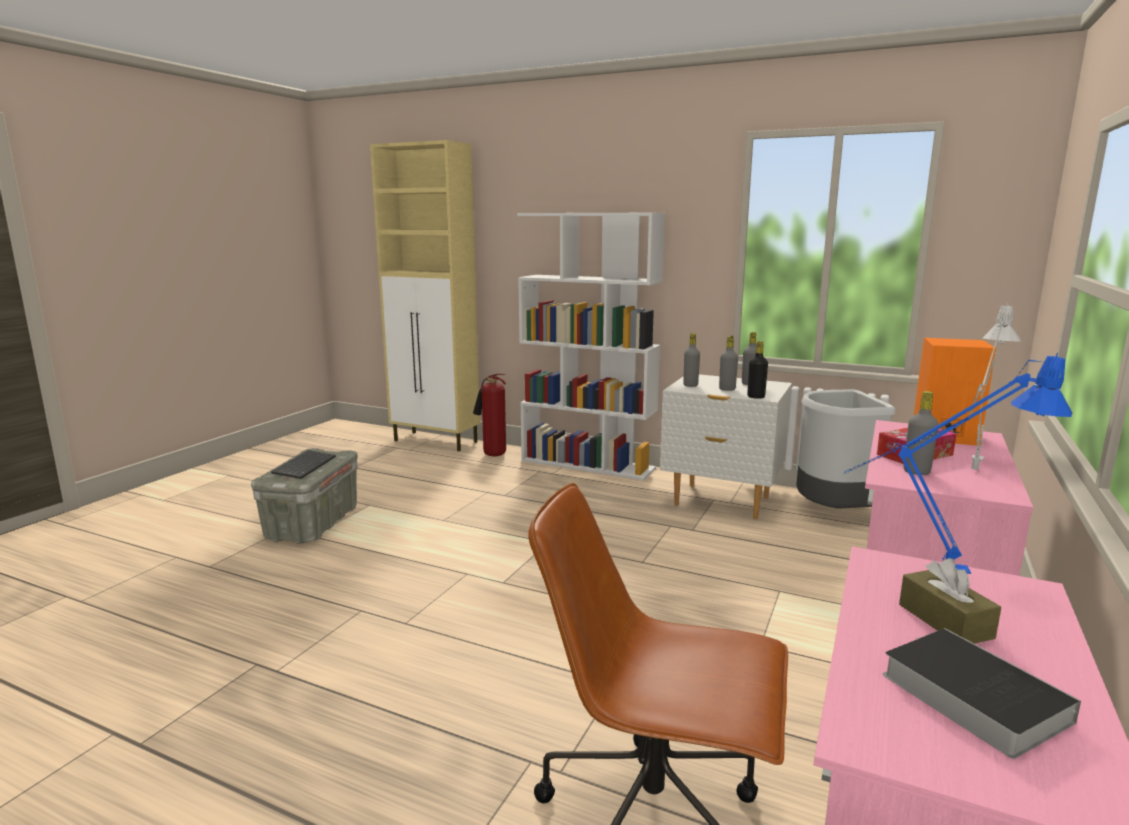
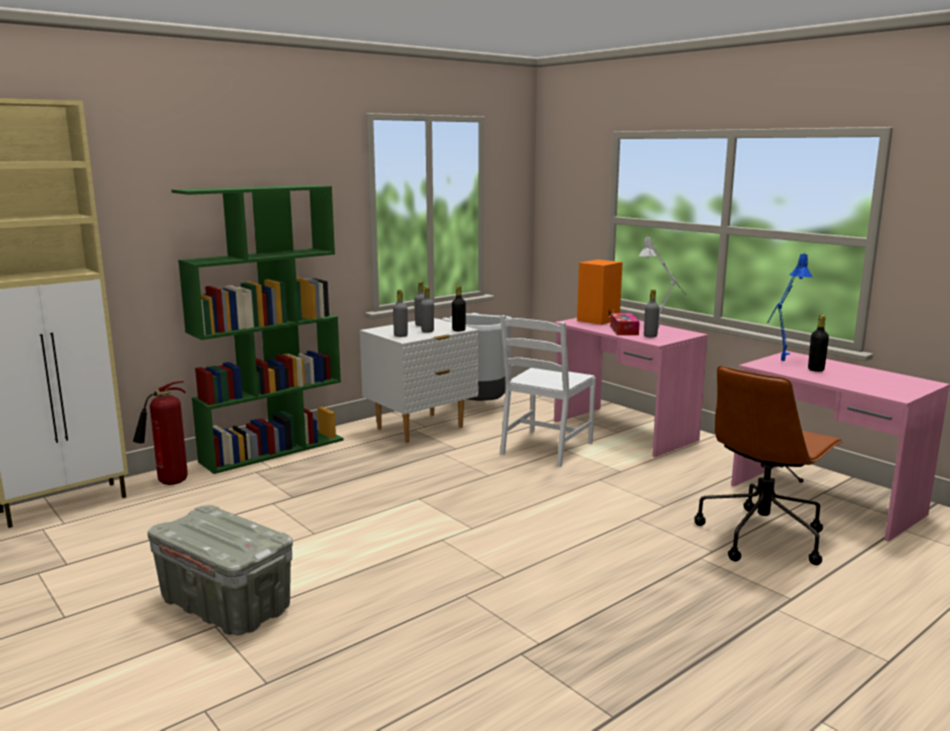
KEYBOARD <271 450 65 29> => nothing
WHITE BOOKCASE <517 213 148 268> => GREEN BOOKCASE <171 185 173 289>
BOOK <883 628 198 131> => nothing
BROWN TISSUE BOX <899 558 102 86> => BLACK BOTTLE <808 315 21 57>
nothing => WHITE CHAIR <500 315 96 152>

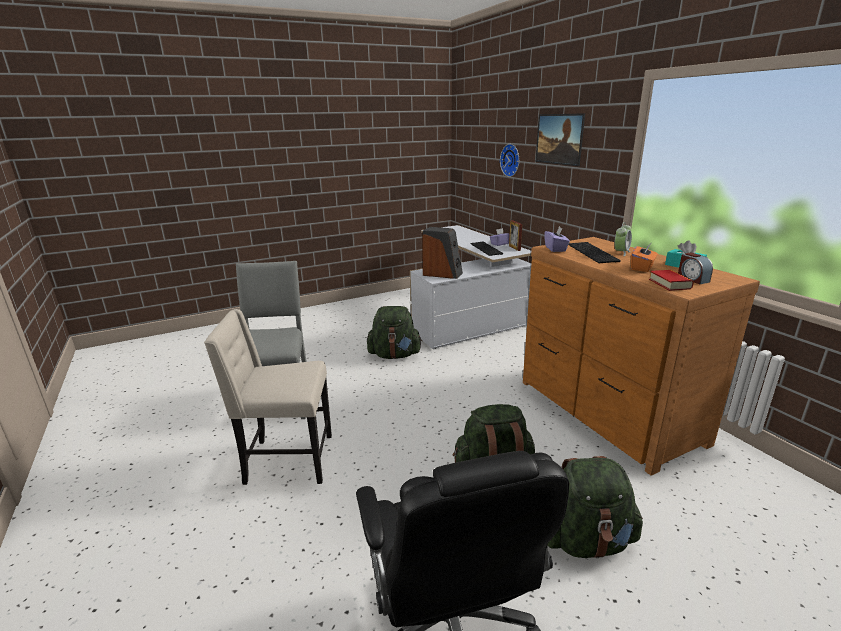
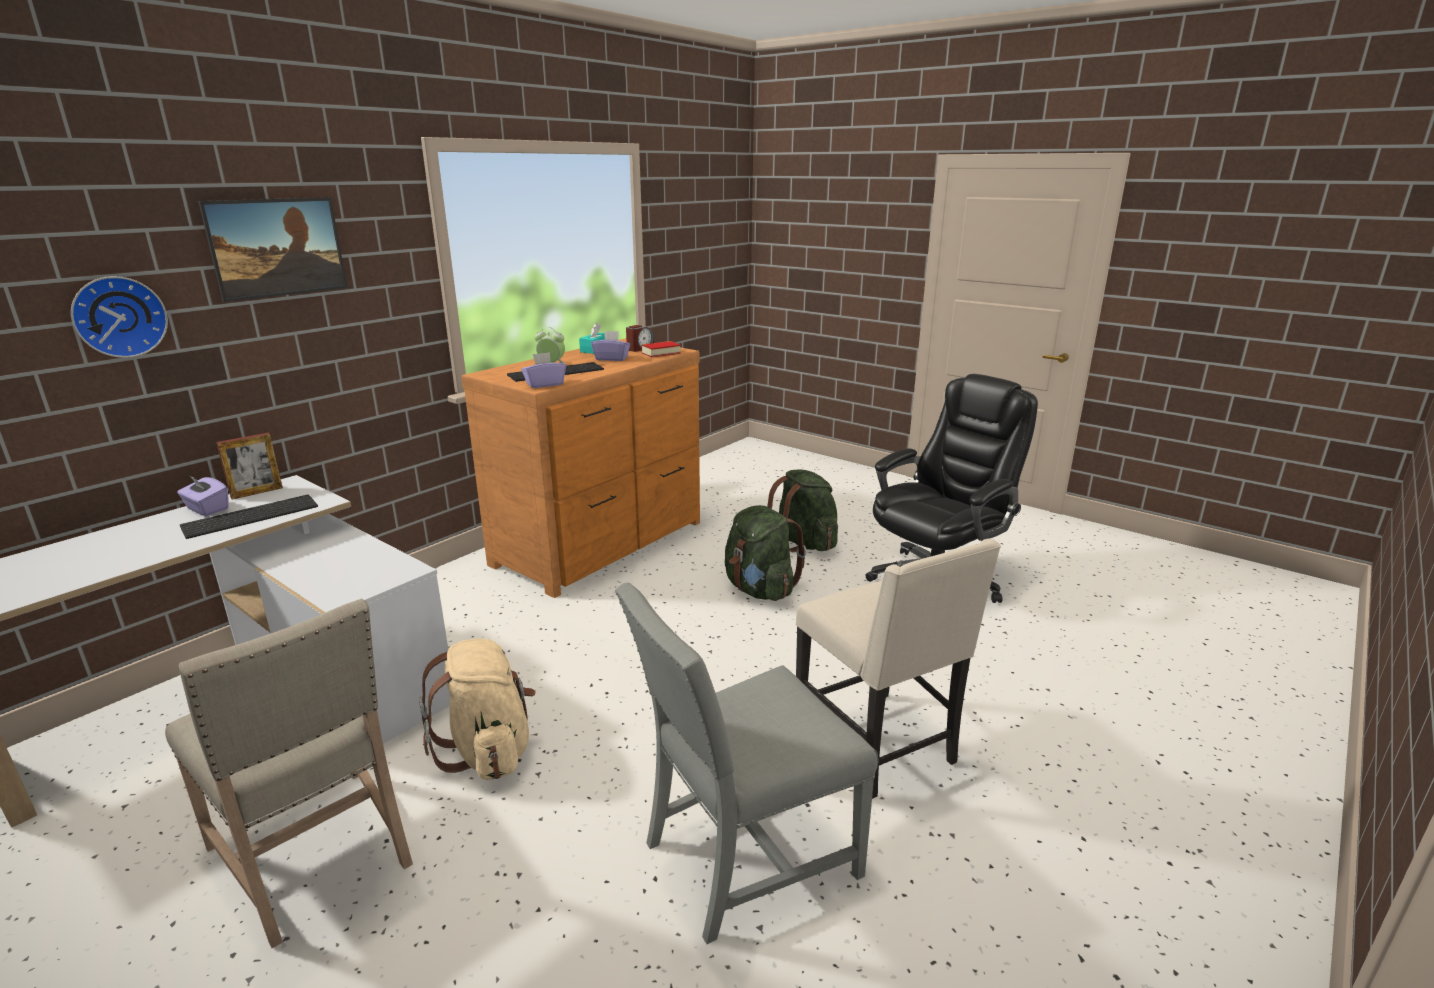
GREEN BACKPACK <367 306 55 53> => BEIGE BACKPACK <419 639 116 141>
SPEAKER <422 227 41 52> => nothing
ORANGE TISSUE BOX <631 243 27 29> => PURPLE TISSUE BOX <591 331 39 30>
nothing => BEIGE CHAIR <165 599 248 349>

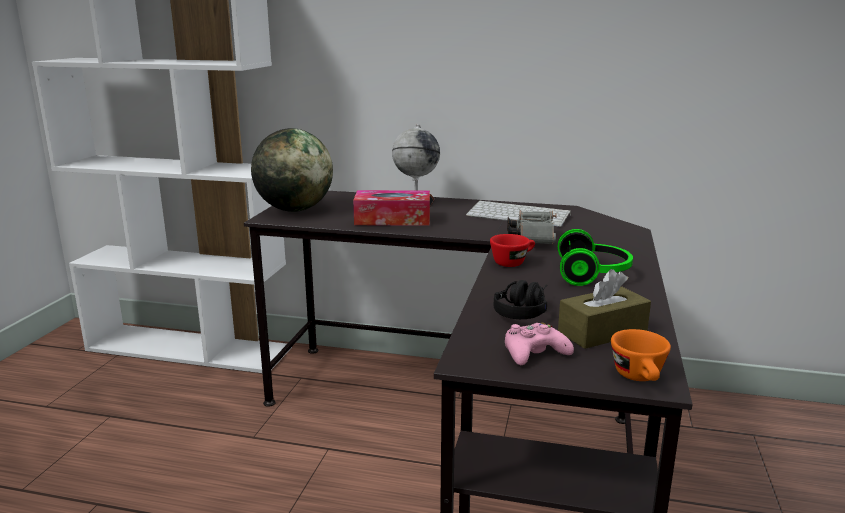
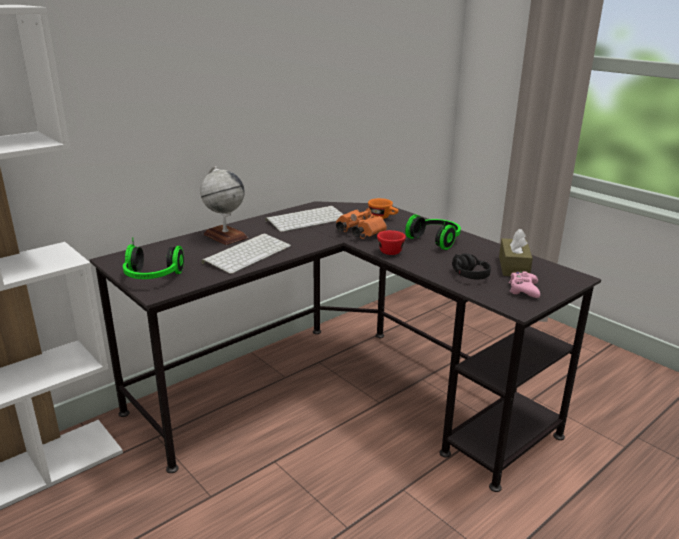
GLOBE <251 128 82 84> => HEADPHONES <123 238 61 41>
TISSUE BOX <353 190 77 36> => KEYBOARD <201 234 90 40>
GREY BINOCULARS <507 210 49 34> => ORANGE BINOCULARS <336 208 51 31>
ORANGE CUP <611 329 60 52> => ORANGE CUP <368 198 30 21>, relocated

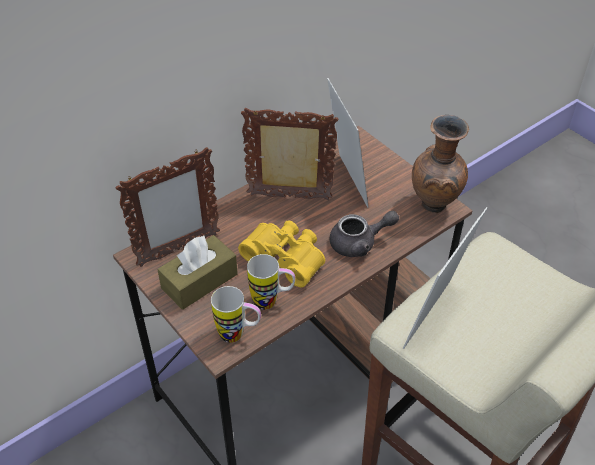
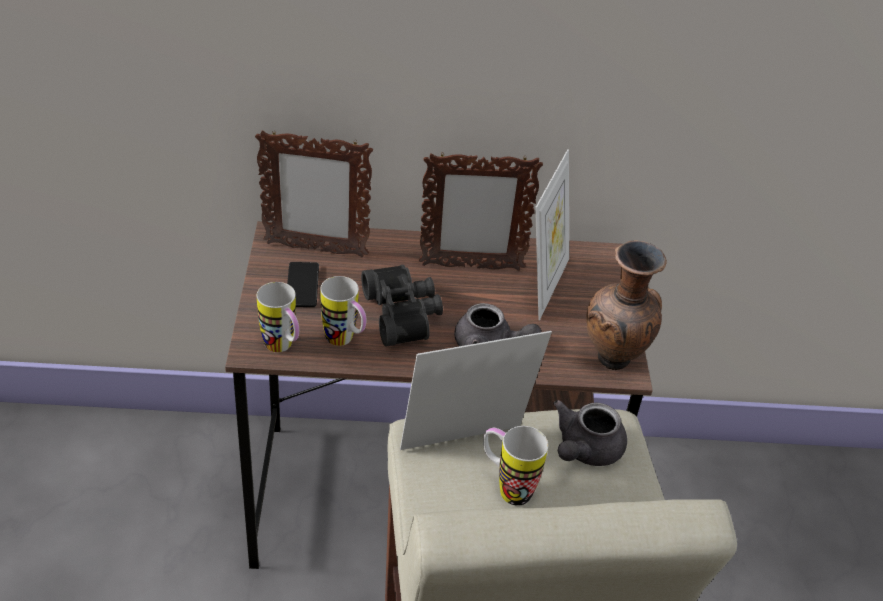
BROWN TISSUE BOX <157 235 81 75> => PHONE <287 262 32 45>
YELLOW BINOCULARS <238 220 87 67> => BLACK BINOCULARS <361 265 82 81>
PICTURE FRAME <241 108 97 92> => PICTURE FRAME <419 153 124 118>, 135 degrees clockwise
nothing => MUG <483 426 65 80>
nothing => GREY TEAPOT <553 400 74 66>

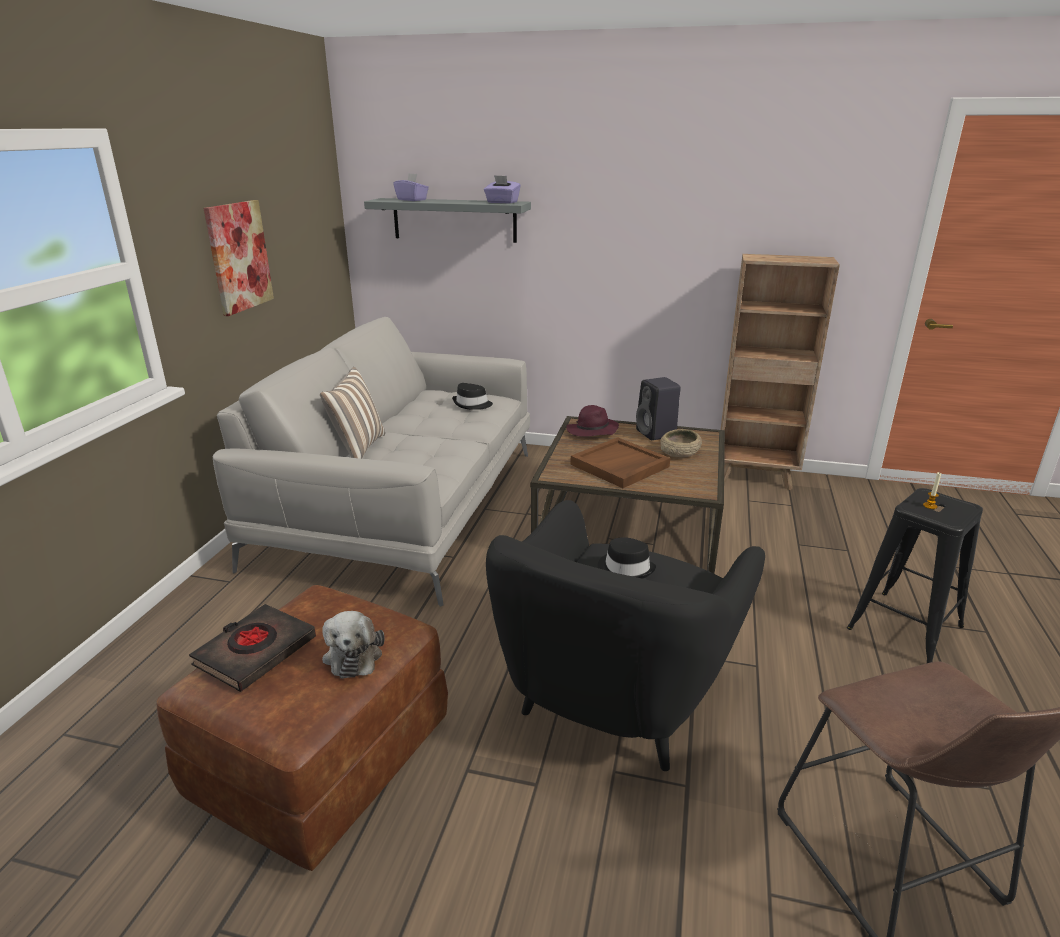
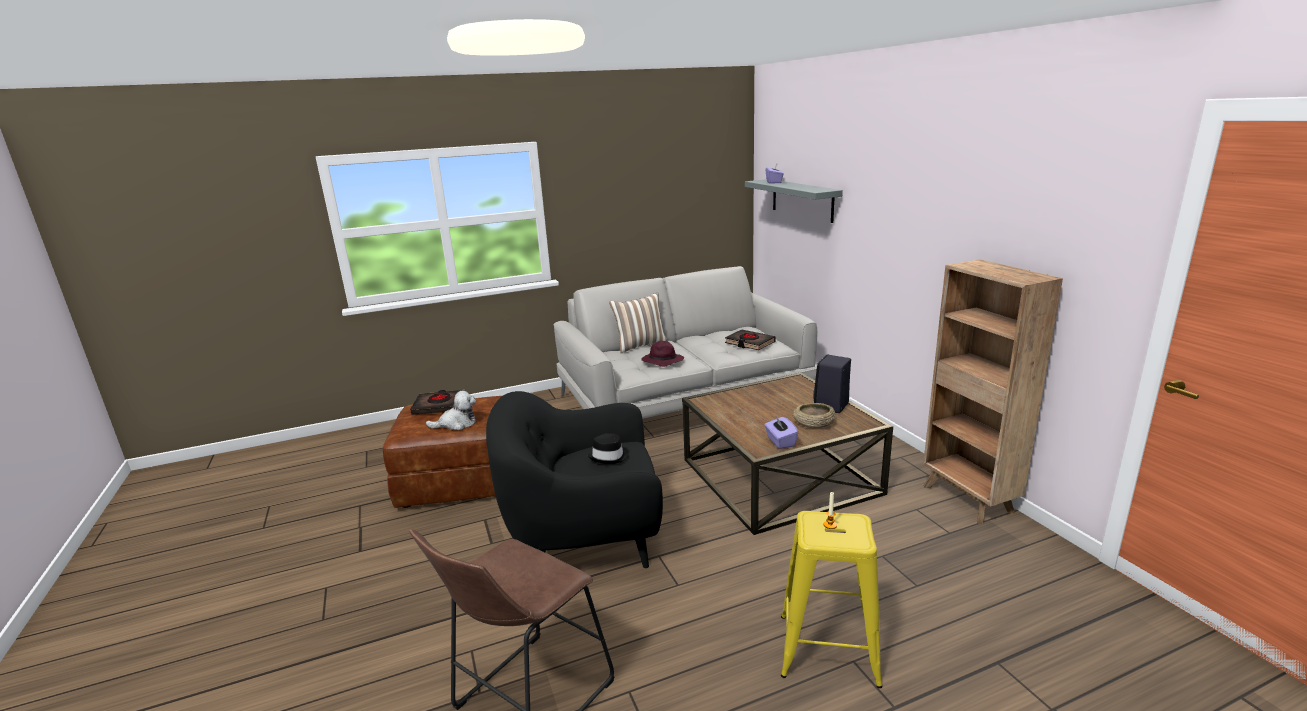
PICTURE <203 200 71 116> => nothing
PLUSH TOY <322 611 63 68> => PLUSH TOY <426 390 50 40>, 150 degrees counterclockwise
BLACK HAT <452 383 41 27> => BLACK BOOK <725 330 51 20>
PURPLE TISSUE BOX <484 175 37 29> => PURPLE TISSUE BOX <764 415 34 34>, relocated
PURPLE HAT <566 405 53 32> => PURPLE HAT <641 341 43 26>, relocated
BROWN TRAY <570 437 100 51> => nothing
BLACK STOOL <847 488 136 175> => YELLOW STOOL <781 511 101 177>

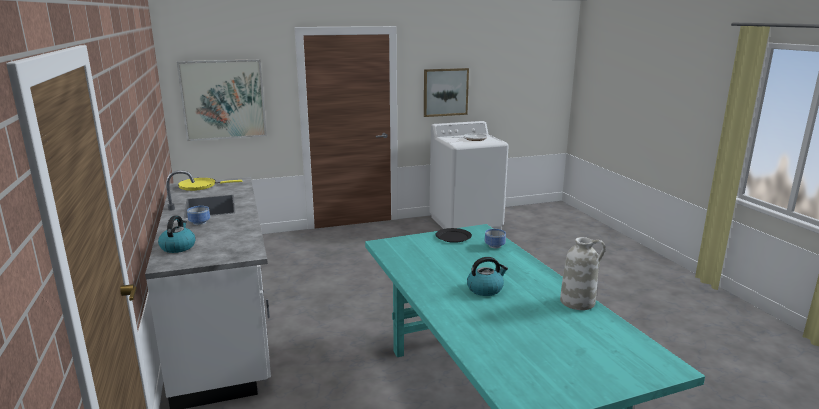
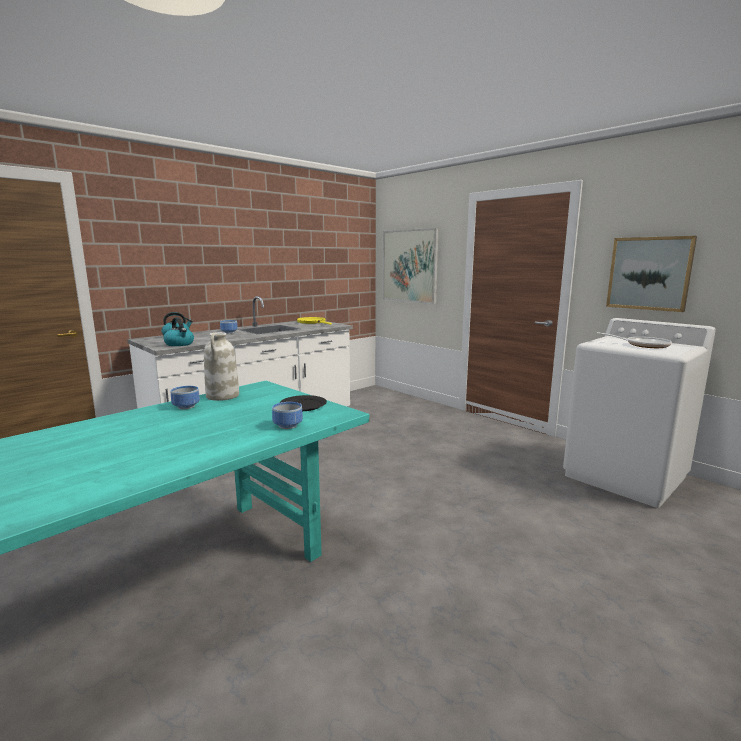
KETTLE <467 257 41 39> => KETTLE <163 317 31 29>, relocated
WHITE VASE <560 237 45 73> => WHITE VASE <204 332 35 69>, relocated
nothing => BOWL <171 386 29 23>

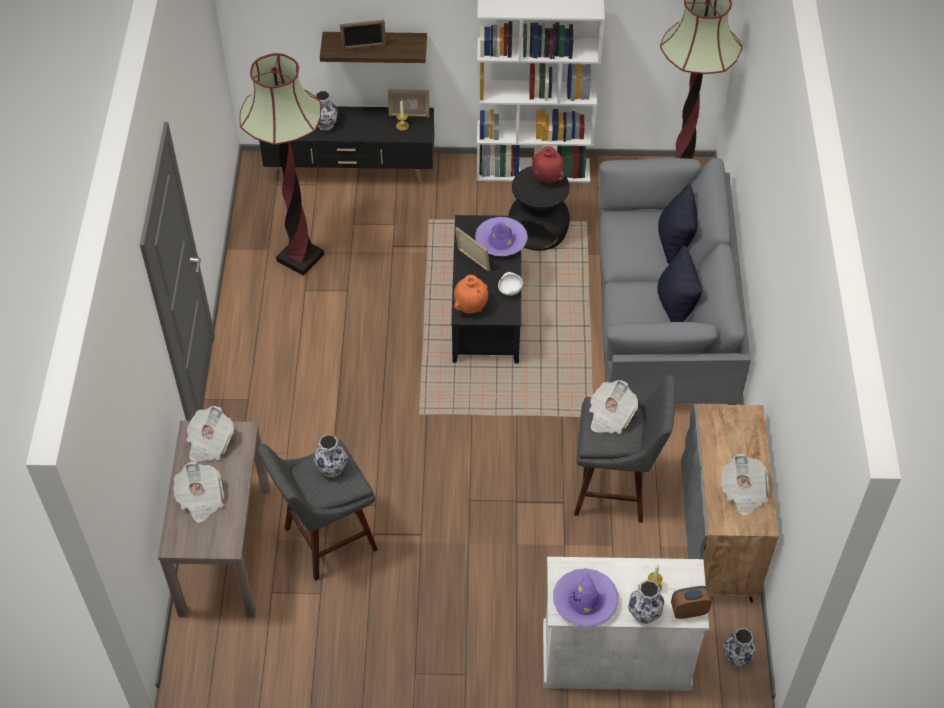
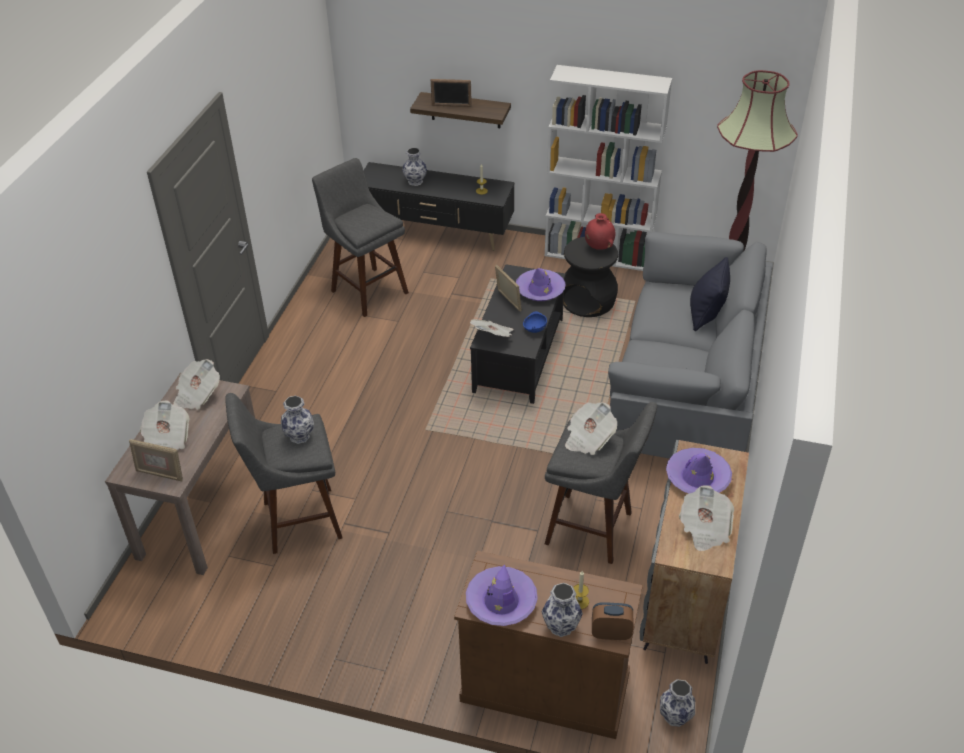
FLOOR LAMP <240 53 84 223> => GREY STOOL <312 158 97 159>
PICTURE FRAME <388 89 41 28> => PICTURE FRAME <129 439 54 43>, relocated
ORANGE VASE <454 275 34 38> => NEWSPAPER <470 320 44 17>
WHITE BOWL <498 272 25 24> => BLUE BOWL <523 311 24 22>
WHITE CABINET <543 557 166 134> => BROWN CABINET <454 551 189 188>
BLACK PILLOW <657 245 45 77> => nothing
nothing => PURPLE HAT <666 448 66 45>

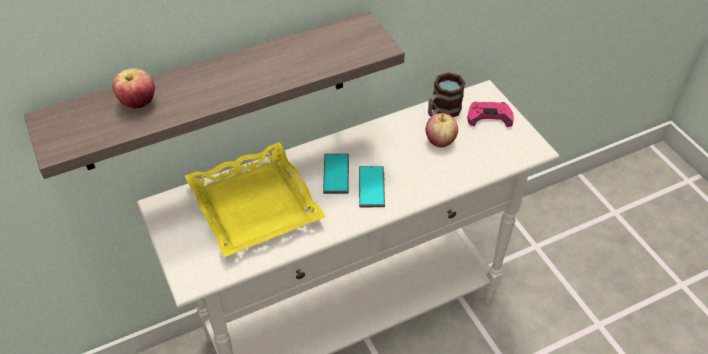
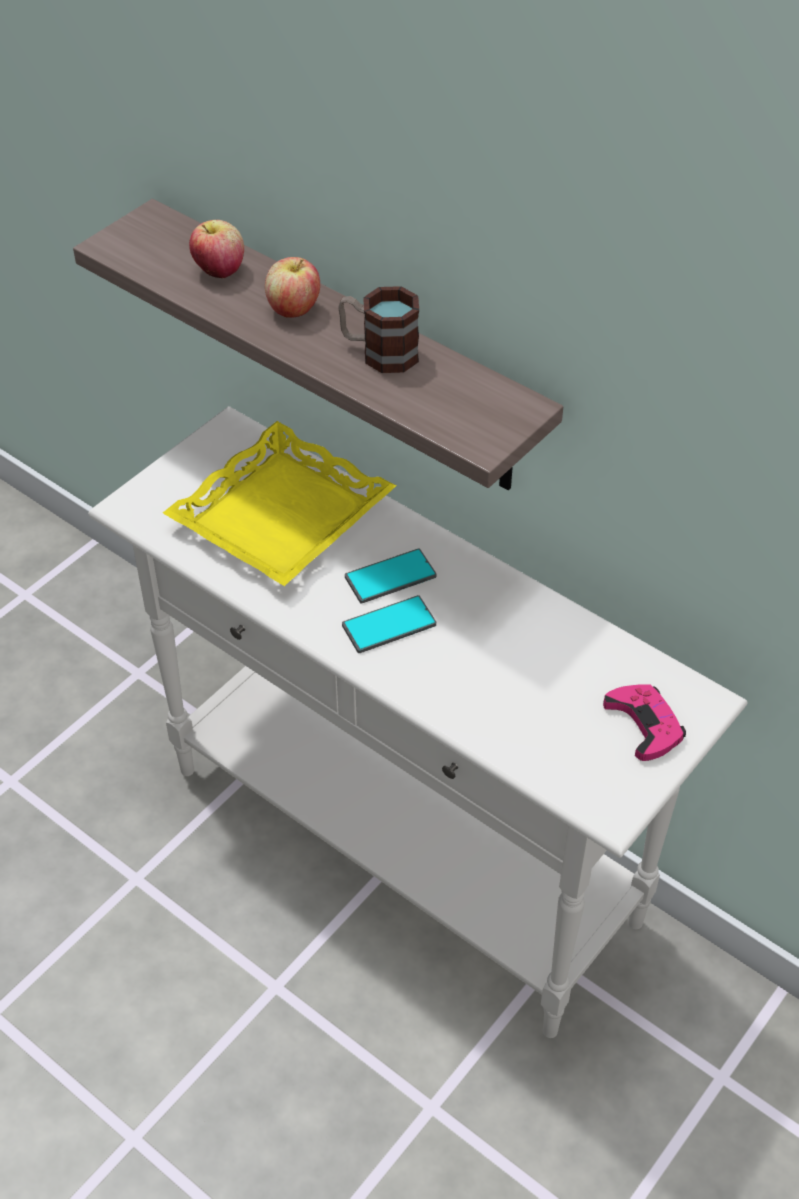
APPLE <426 113 32 34> => APPLE <265 257 55 61>, relocated
MUG <428 72 37 45> => MUG <338 286 81 87>, relocated

